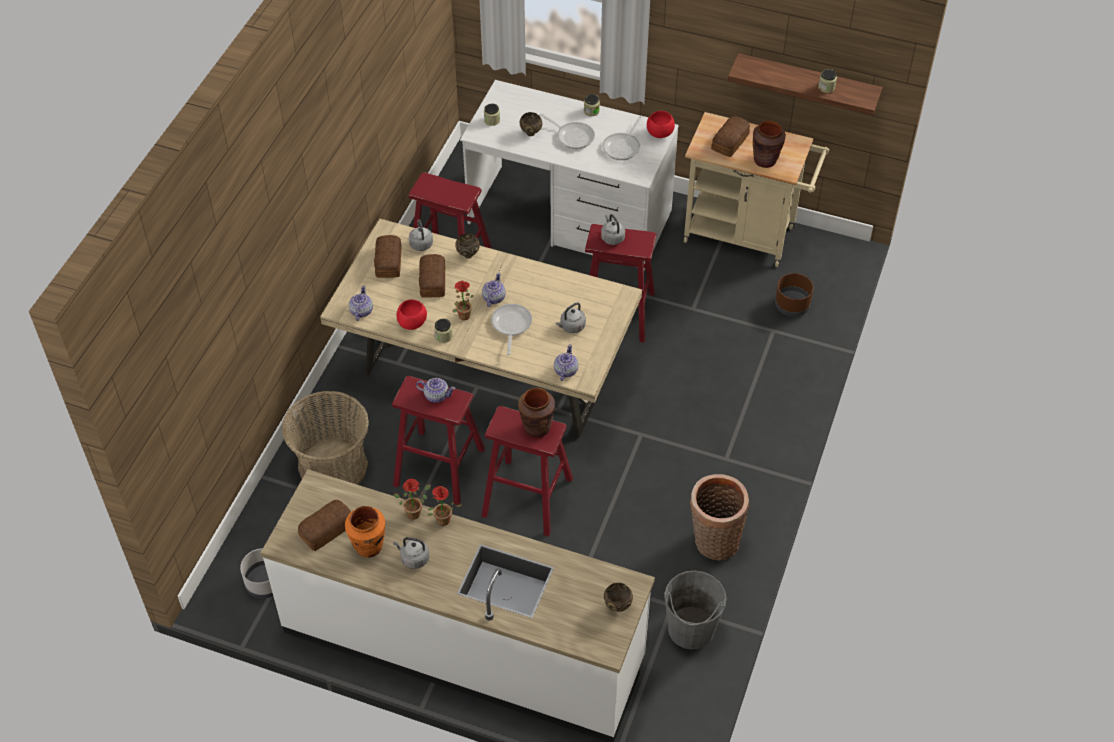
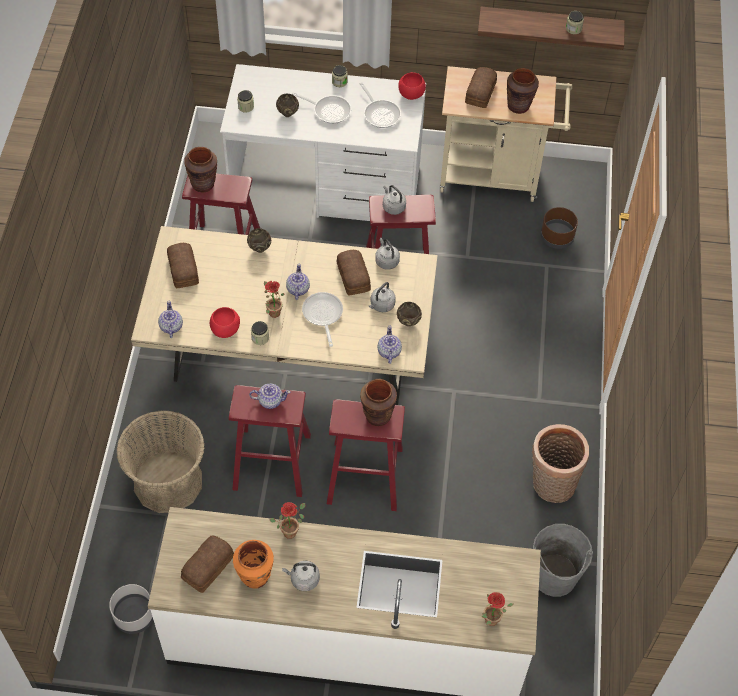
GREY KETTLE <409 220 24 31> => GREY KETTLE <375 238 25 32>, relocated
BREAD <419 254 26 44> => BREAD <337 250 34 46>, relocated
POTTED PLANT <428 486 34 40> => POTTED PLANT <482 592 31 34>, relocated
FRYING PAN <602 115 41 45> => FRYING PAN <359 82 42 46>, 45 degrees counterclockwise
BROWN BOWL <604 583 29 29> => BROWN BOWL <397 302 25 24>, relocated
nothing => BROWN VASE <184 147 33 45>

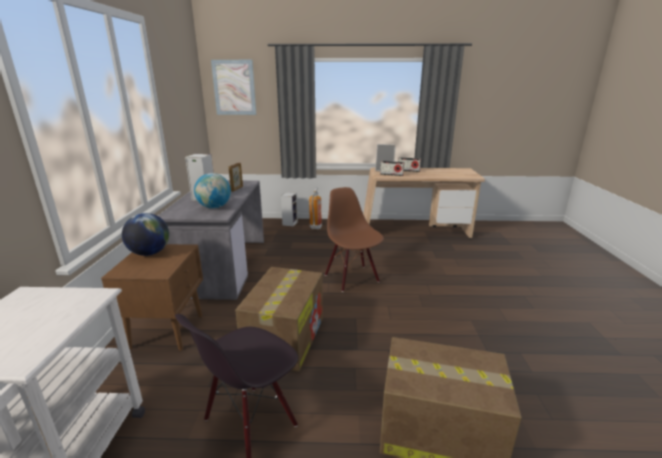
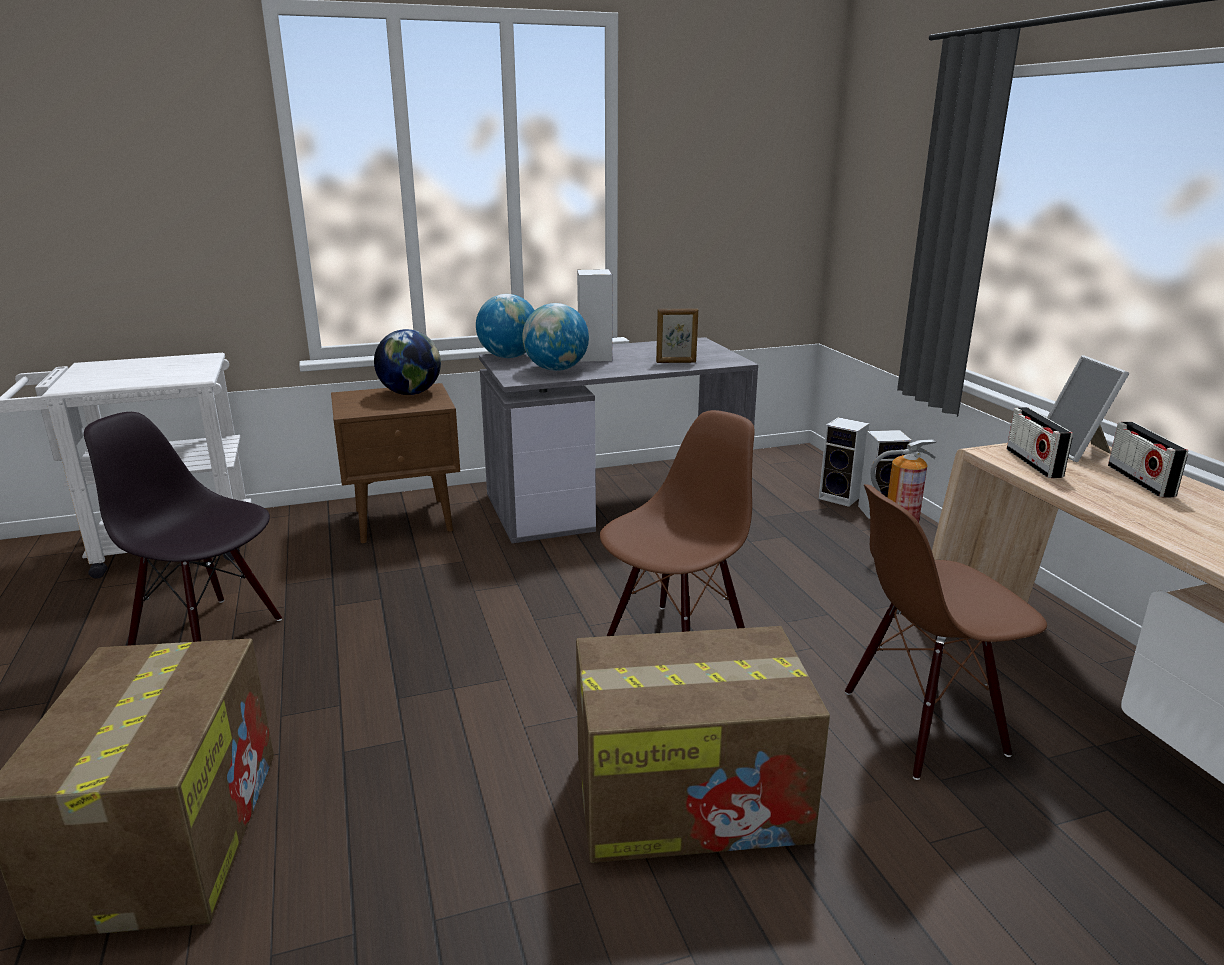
PICTURE <211 60 45 55> => nothing
CARDBOARD BOX <235 267 88 105> => CARDBOARD BOX <576 626 254 237>, relocated
nothing => GLOBE <476 294 59 64>
nothing => SPEAKER <819 417 50 90>
nothing => BROWN CHAIR <845 484 202 296>

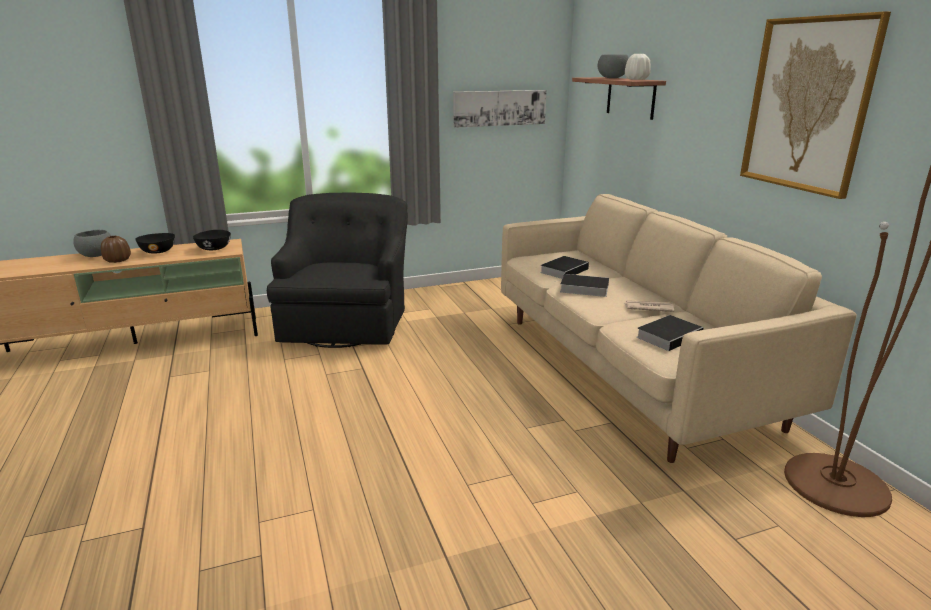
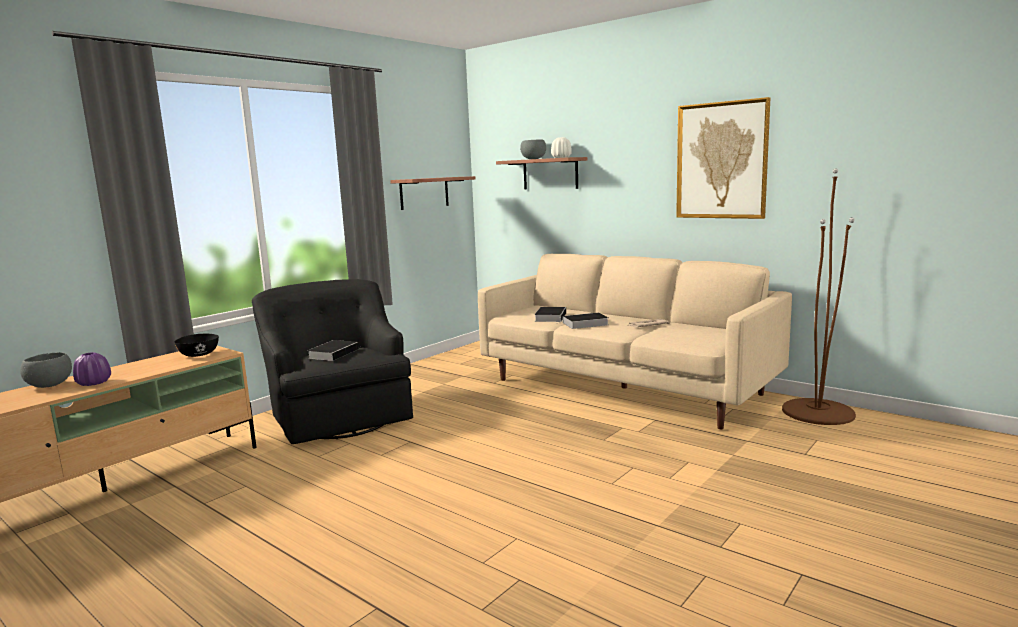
BROWN VASE <101 236 30 27> => PURPLE VASE <73 352 38 34>
BLACK BOWL <135 233 40 21> => nothing
PICTURE <453 90 94 38> => SHELF <390 176 86 34>
BOOK <636 315 67 36> => BOOK <308 340 51 21>, relocated

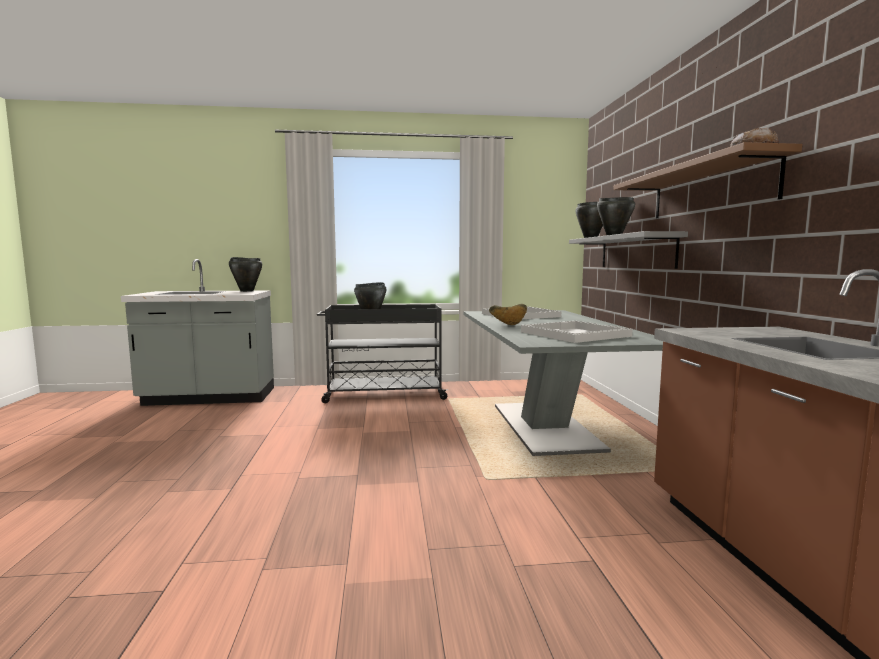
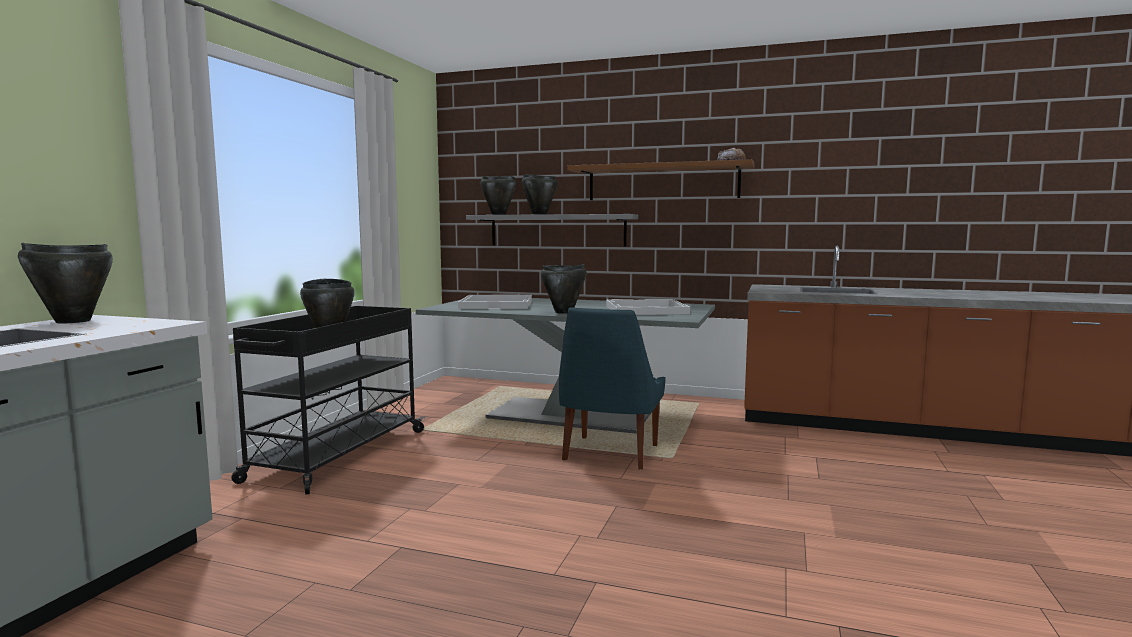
BOWL <489 304 38 21> => BLACK COOKING POT <541 264 46 50>
nothing => BLUE CHAIR <559 307 107 163>

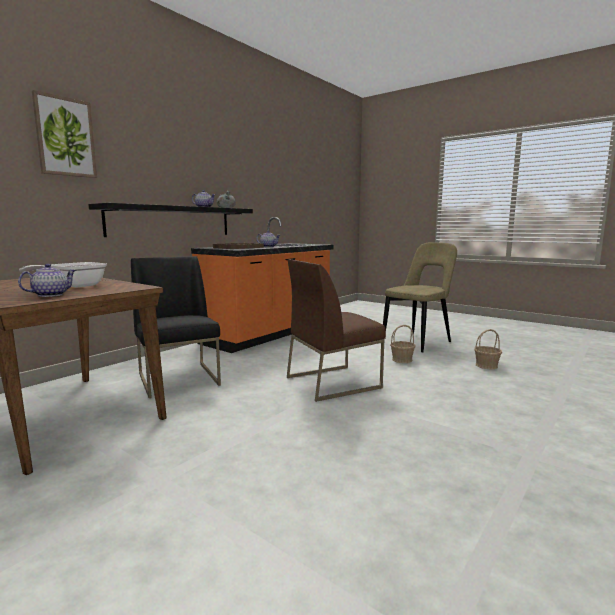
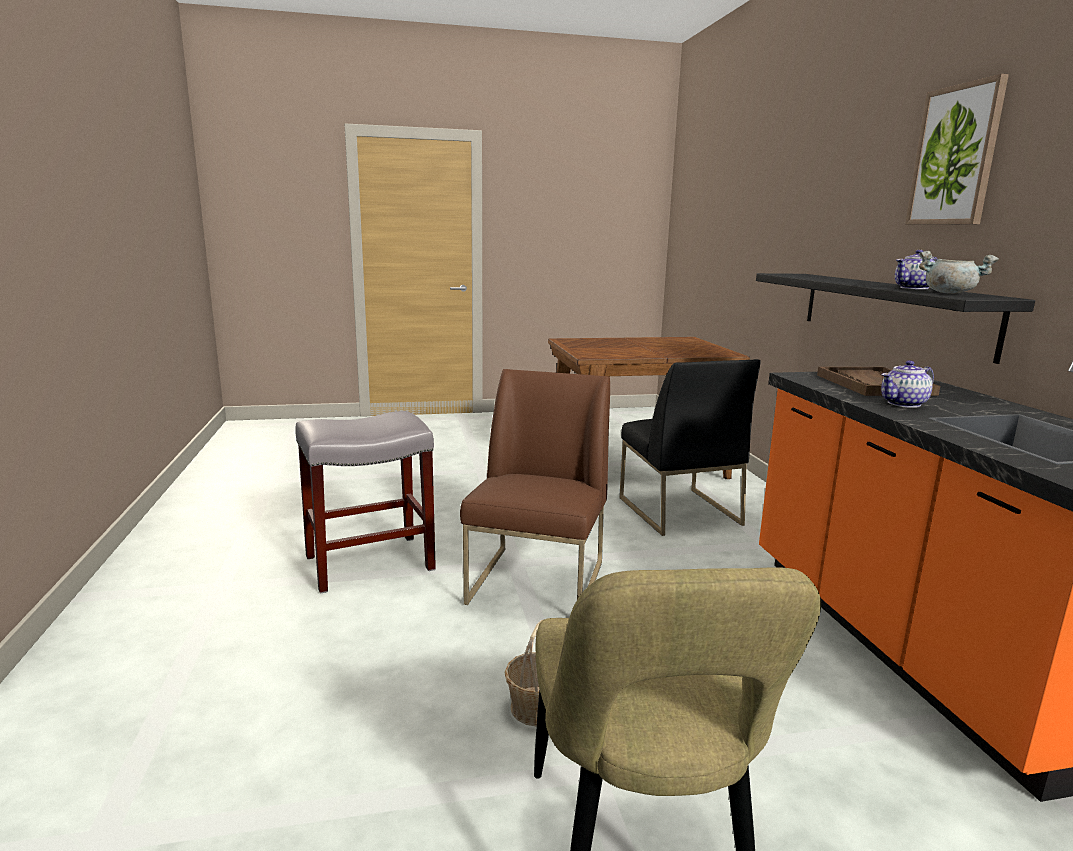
TEAPOT <18 264 58 33> => nothing
FRYING PAN <19 262 88 25> => nothing
PICTURE <32 90 65 88> => PICTURE <905 74 104 151>, relocated
BLACK CHAIR <131 256 90 142> => BLACK CHAIR <619 359 142 177>, 60 degrees clockwise
BASKET <474 329 28 40> => nothing
nothing => GREY STOOL <295 411 141 183>

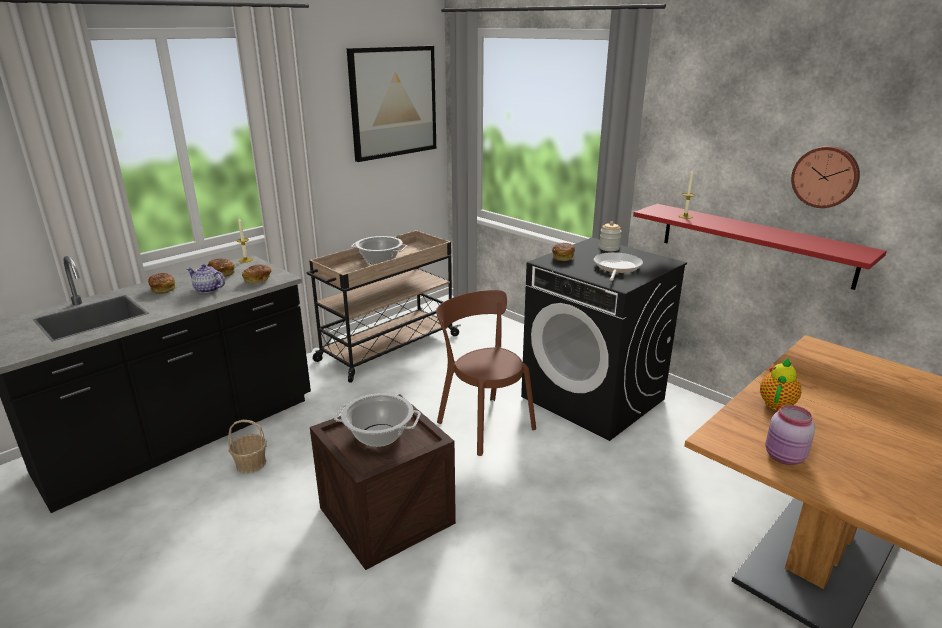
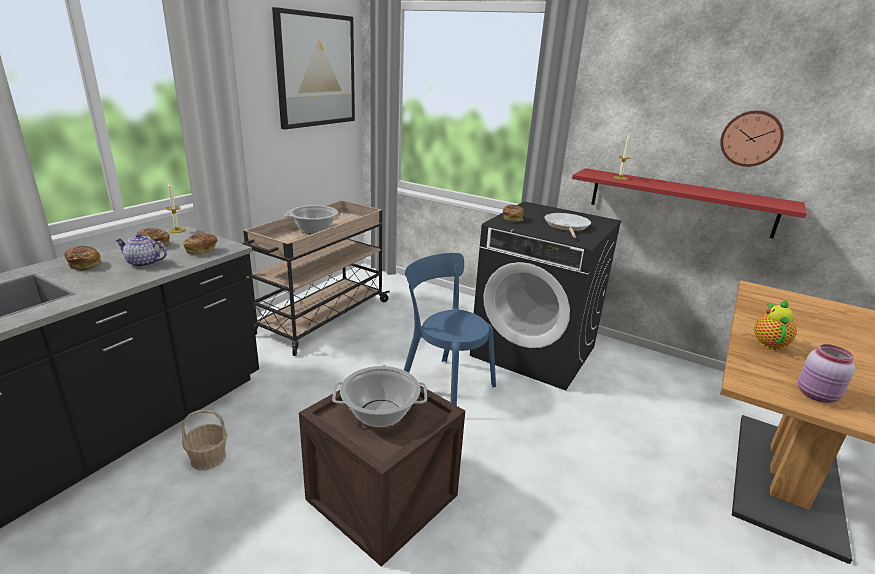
BROWN CHAIR <436 290 100 166> => BLUE CHAIR <404 253 92 153>
JAR <599 222 23 29> => nothing

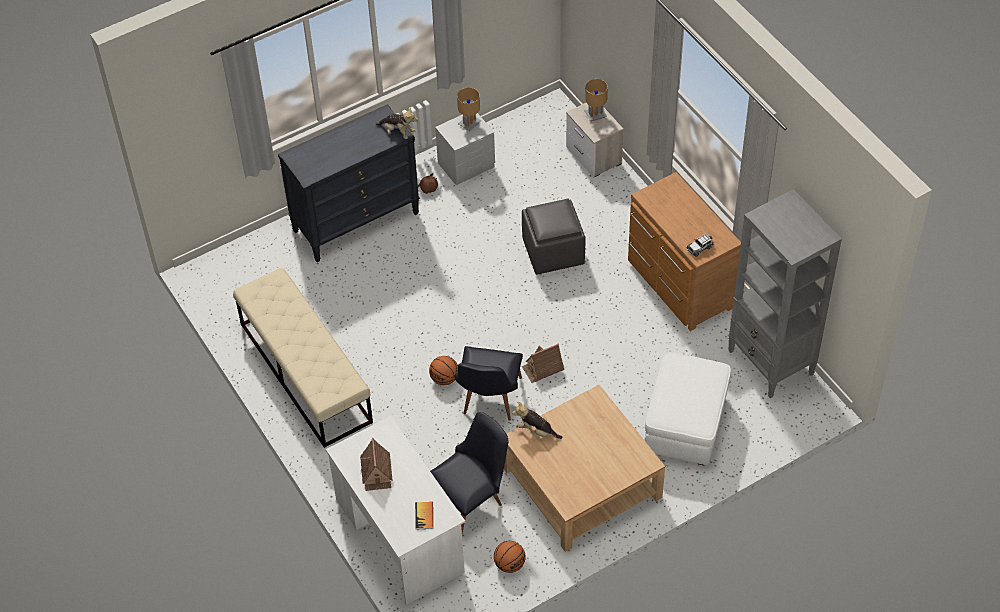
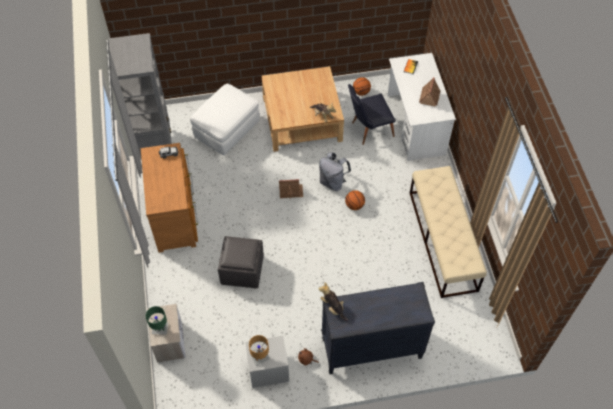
BLACK CHAIR <455 346 68 75> => GREY BACKPACK <319 152 32 39>
BROWN TABLE LAMP <585 79 23 42> => GREEN TABLE LAMP <145 306 23 29>

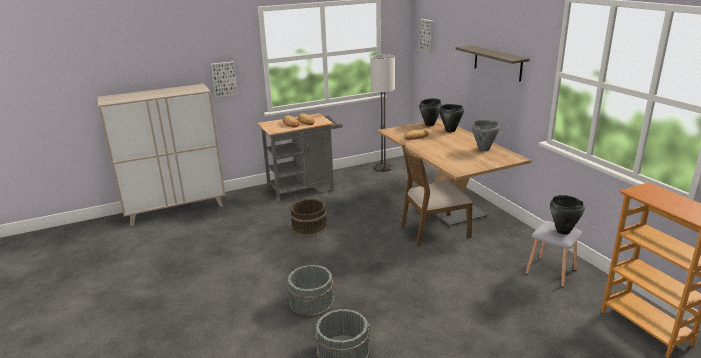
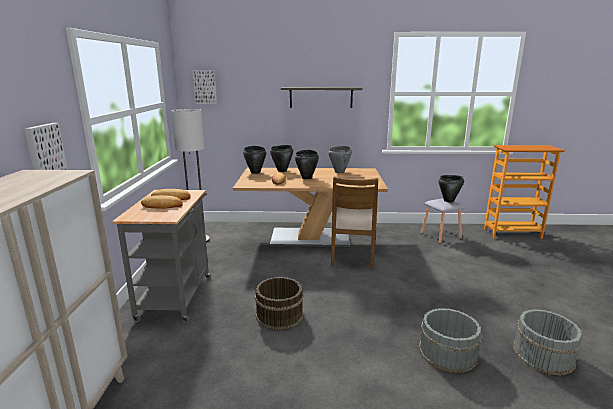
nothing => BLACK COOKING POT <295 150 24 29>

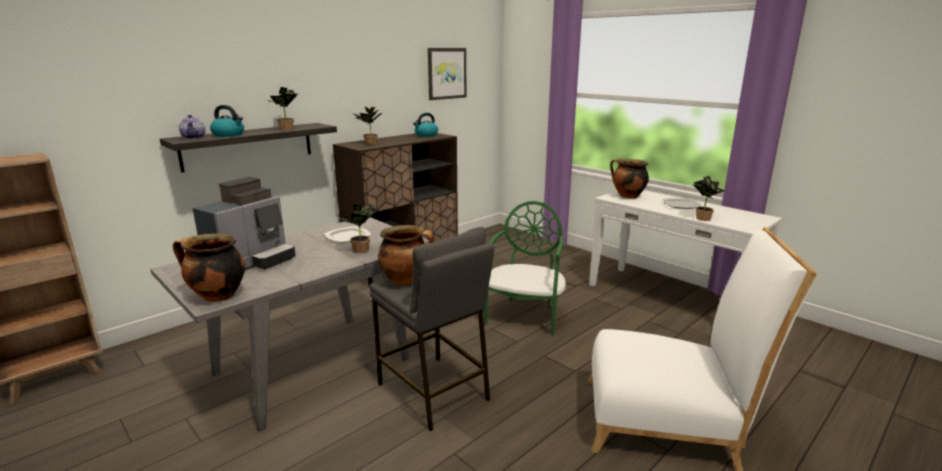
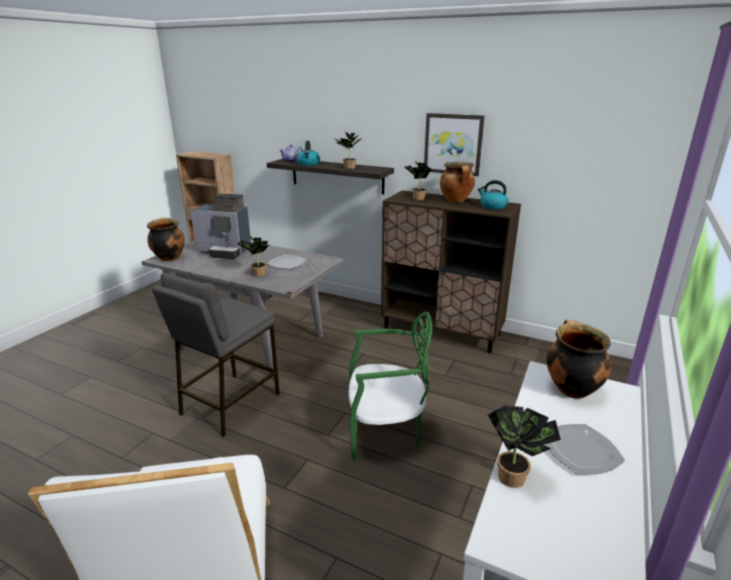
COOKING POT <378 225 56 61> => COOKING POT <440 162 35 41>, relocated
PICTURE <428 48 38 52> => PICTURE <424 113 61 63>, relocated

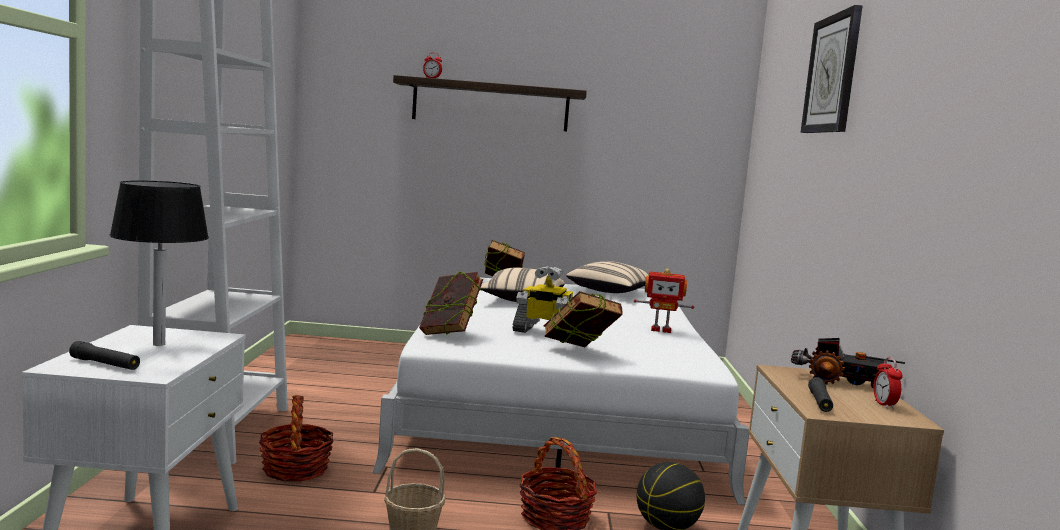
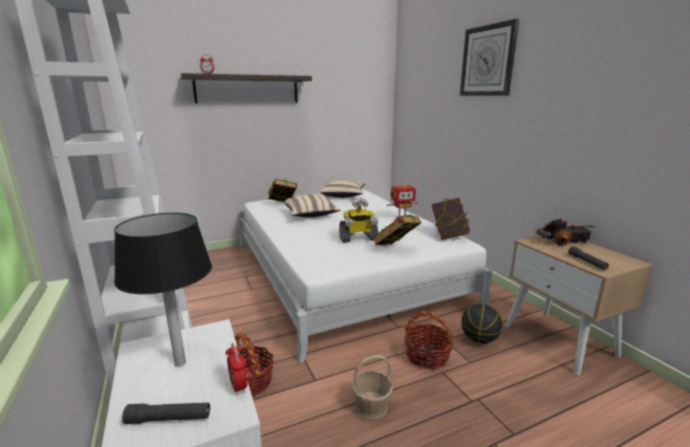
BOOK <419 271 64 64> => BOOK <432 198 38 42>, relocated
ALARM CLOCK <873 357 30 52> => ALARM CLOCK <226 343 21 52>, relocated

